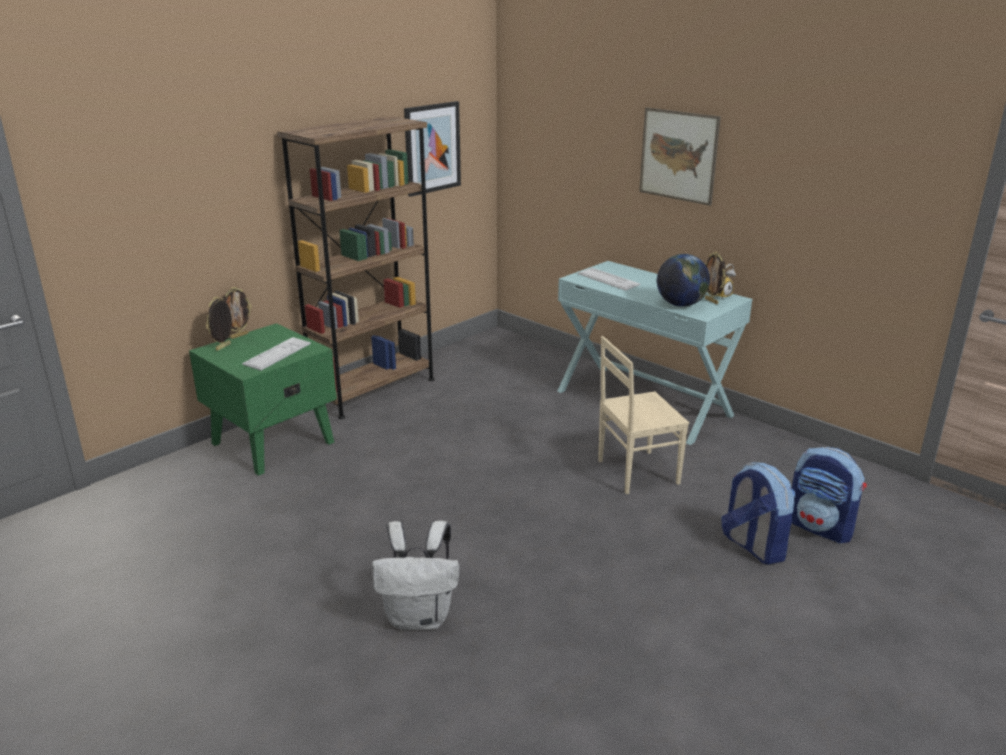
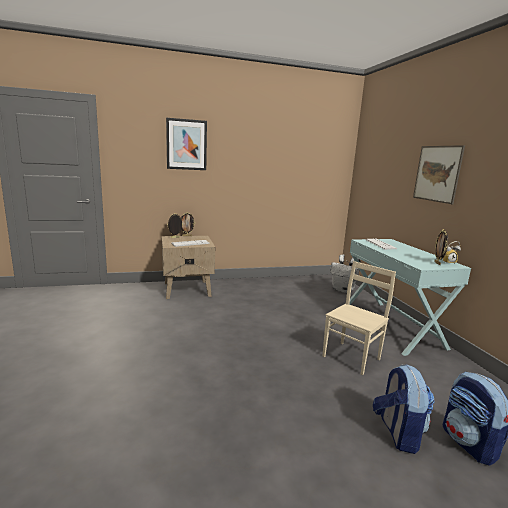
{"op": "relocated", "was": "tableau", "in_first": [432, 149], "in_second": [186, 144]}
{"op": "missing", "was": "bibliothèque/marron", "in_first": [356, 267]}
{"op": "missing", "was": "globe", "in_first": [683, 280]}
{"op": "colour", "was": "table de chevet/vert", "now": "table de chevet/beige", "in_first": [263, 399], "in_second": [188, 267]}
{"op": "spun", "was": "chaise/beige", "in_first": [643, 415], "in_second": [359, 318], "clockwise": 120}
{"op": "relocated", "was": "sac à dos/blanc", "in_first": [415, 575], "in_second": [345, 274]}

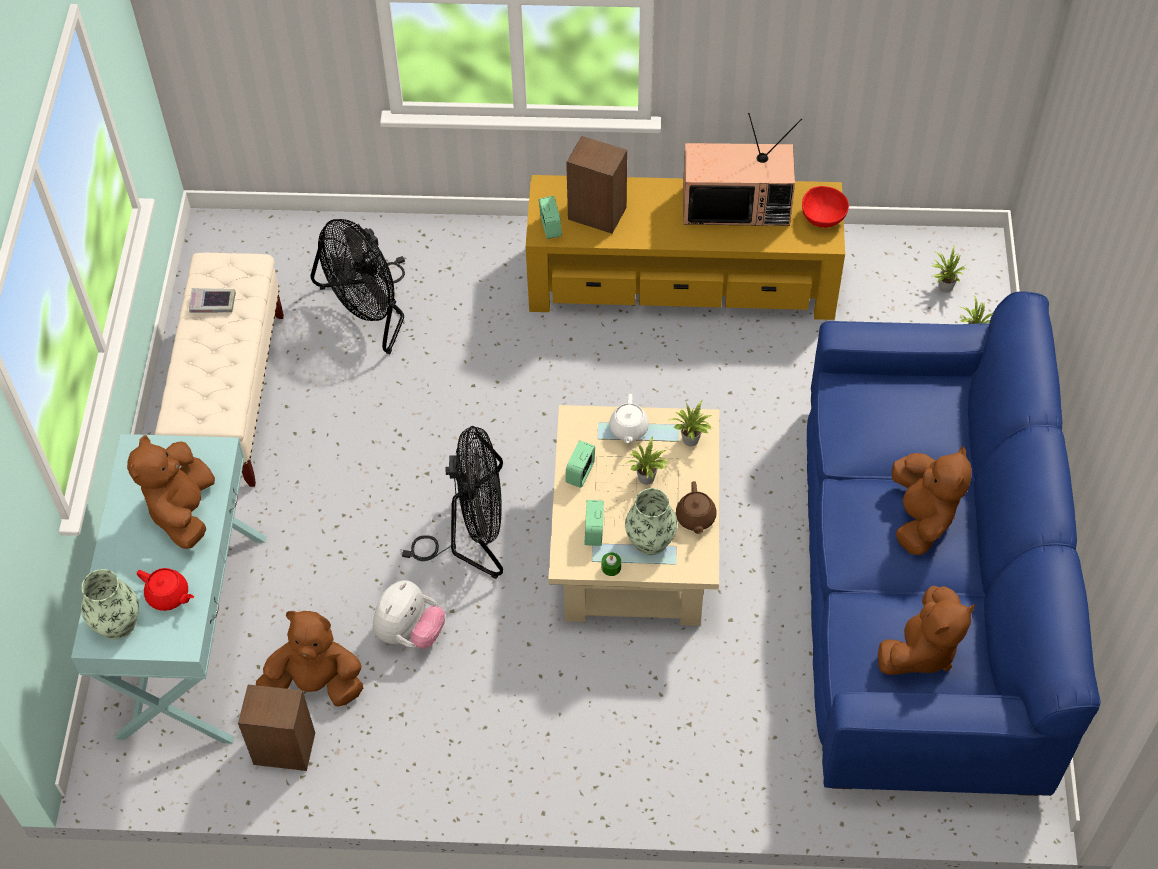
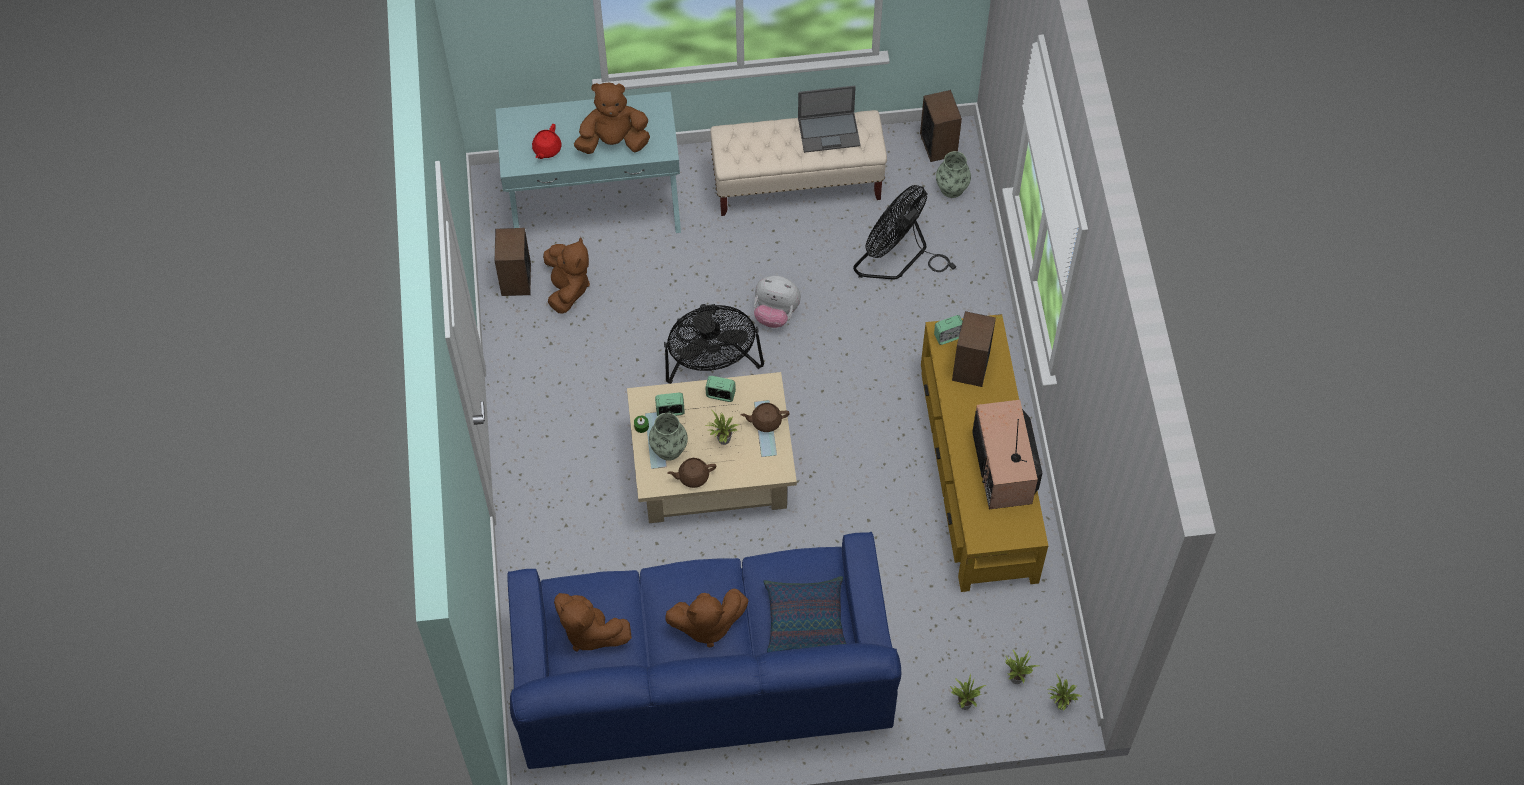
{"op": "missing", "was": "bol/rouge", "in_first": [825, 207]}
{"op": "exchanged", "was": "livre", "now": "ordinateur portable", "in_first": [212, 300], "in_second": [829, 119]}
{"op": "colour", "was": "théière/blanc", "now": "théière/marron", "in_first": [629, 419], "in_second": [765, 417]}
{"op": "relocated", "was": "plante en pot", "in_first": [691, 423], "in_second": [1064, 691]}
{"op": "relocated", "was": "vase", "in_first": [110, 604], "in_second": [953, 174]}
{"op": "relocated", "was": "peluche", "in_first": [409, 614], "in_second": [777, 301]}
{"op": "appeared", "now": "enceinte", "in_second": [941, 126]}
{"op": "appeared", "now": "coussin/bleu", "in_second": [804, 614]}

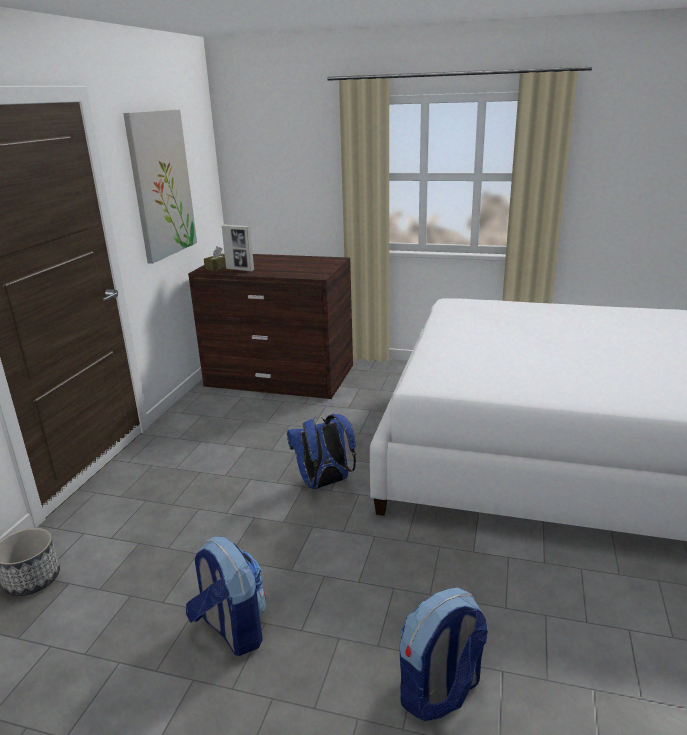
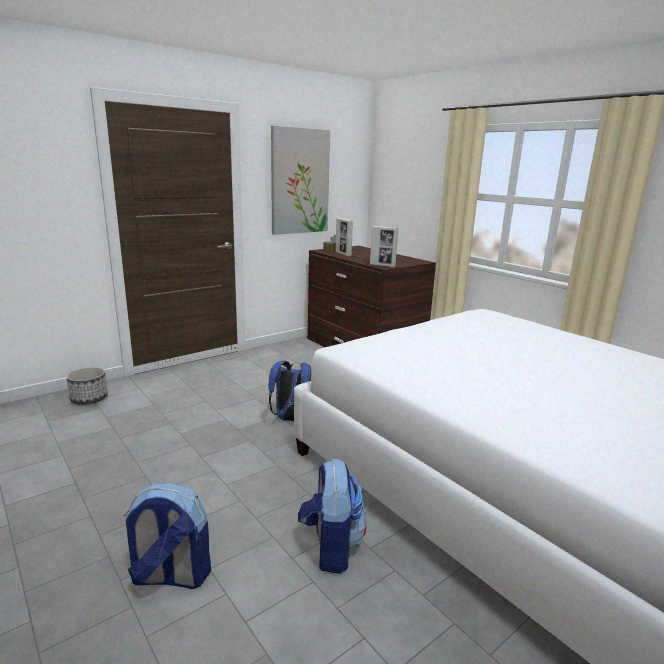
{"op": "relocated", "was": "sac à dos", "in_first": [226, 596], "in_second": [332, 516]}
{"op": "appeared", "now": "cadre photo", "in_second": [384, 246]}

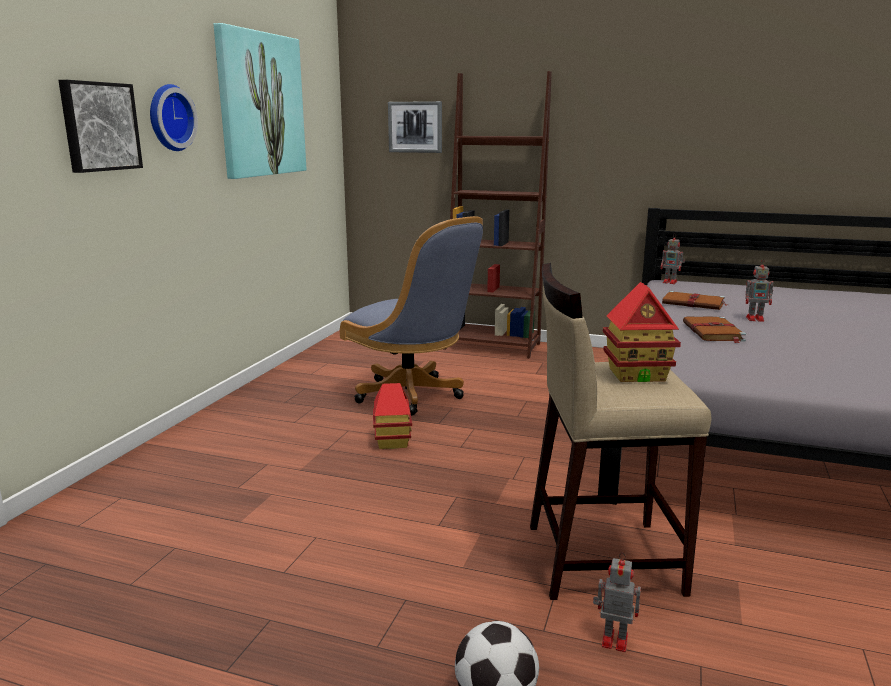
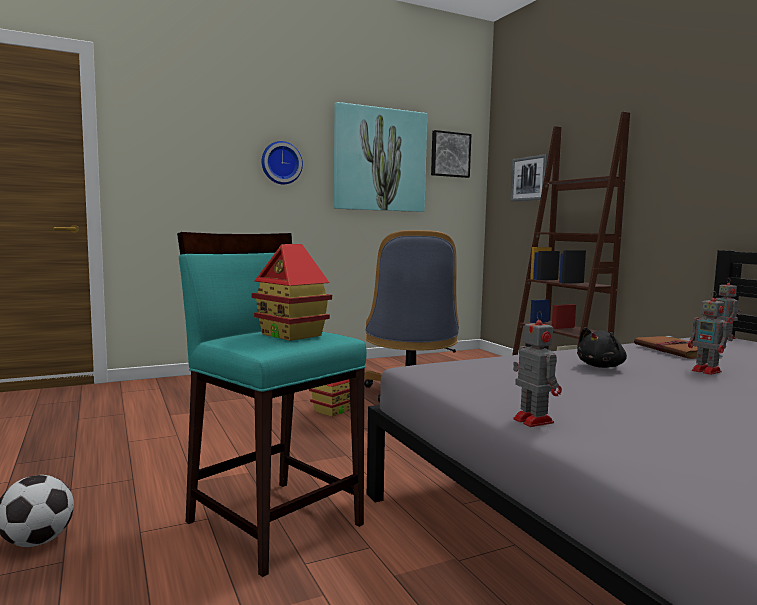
{"op": "relocated", "was": "tableau", "in_first": [100, 126], "in_second": [451, 154]}
{"op": "colour", "was": "tabouret/beige", "now": "tabouret/turquoise", "in_first": [620, 431], "in_second": [272, 404]}
{"op": "exchanged", "was": "livre/marron", "now": "peluche/noir", "in_first": [714, 329], "in_second": [602, 347]}
{"op": "relocated", "was": "robot jouet", "in_first": [617, 602], "in_second": [537, 369]}

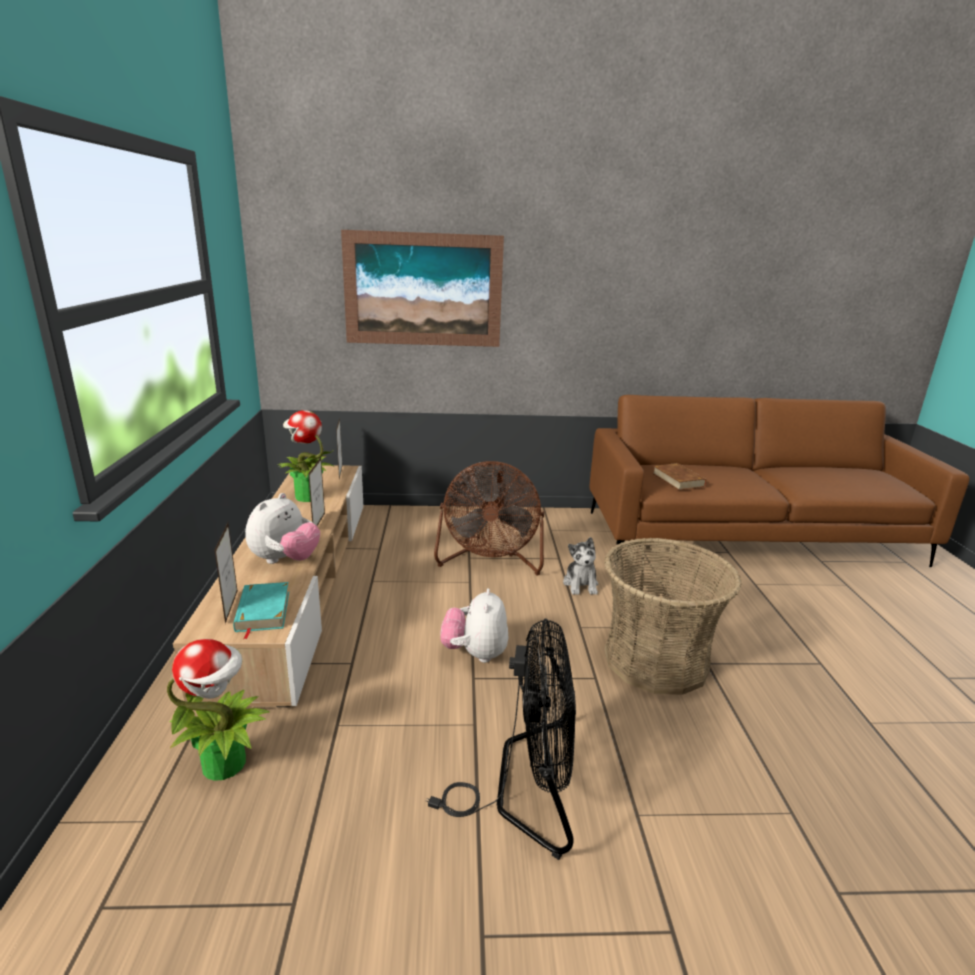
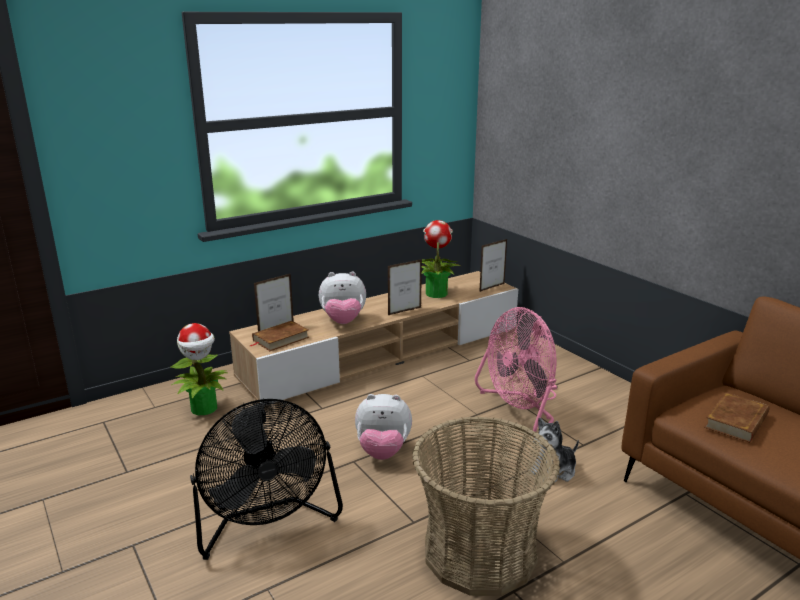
{"op": "missing", "was": "tableau", "in_first": [422, 288]}
{"op": "colour", "was": "ventilateur/marron", "now": "ventilateur/rose", "in_first": [489, 518], "in_second": [516, 369]}
{"op": "colour", "was": "livre/turquoise", "now": "livre/marron", "in_first": [261, 610], "in_second": [279, 336]}
{"op": "spun", "was": "peluche", "in_first": [474, 625], "in_second": [383, 427], "clockwise": -150}

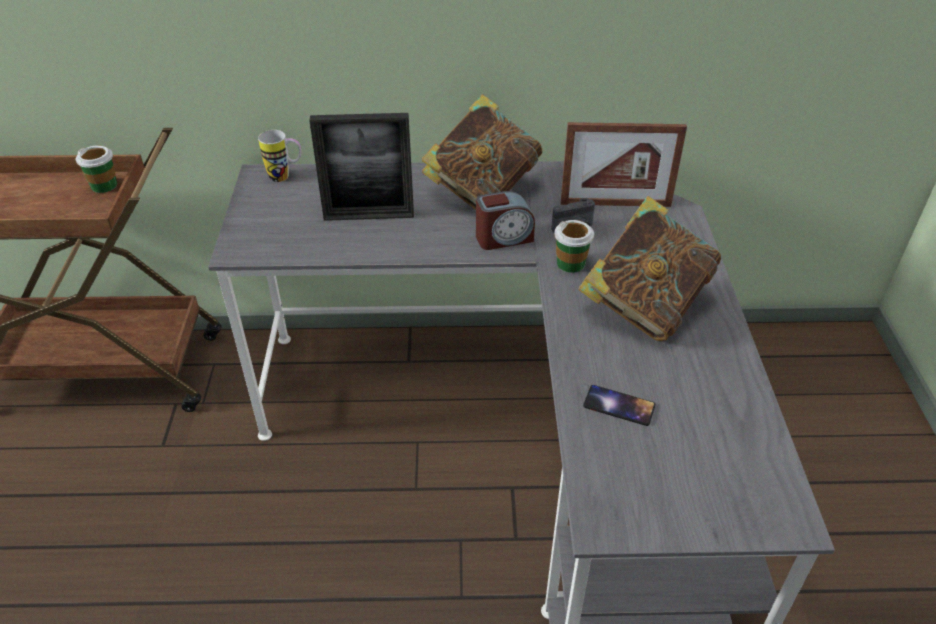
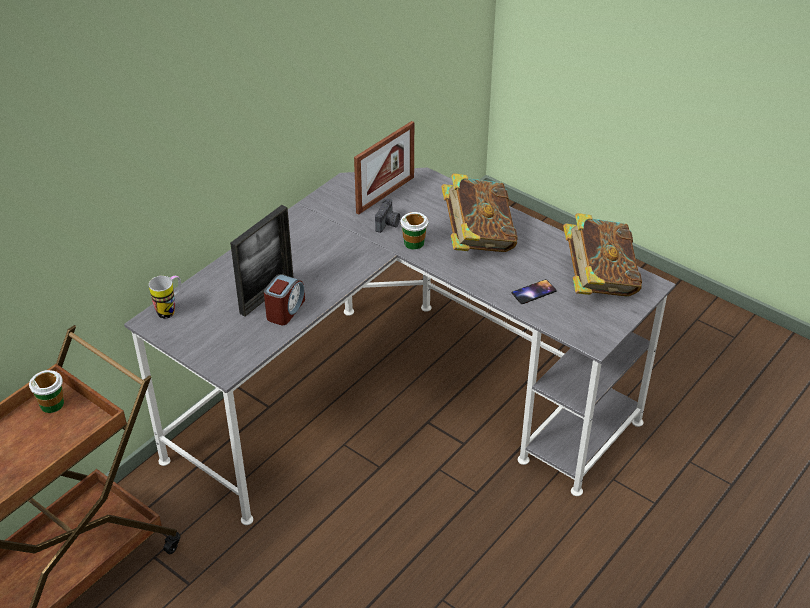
{"op": "relocated", "was": "livre", "in_first": [482, 152], "in_second": [602, 254]}
{"op": "relocated", "was": "réveil", "in_first": [505, 220], "in_second": [284, 299]}

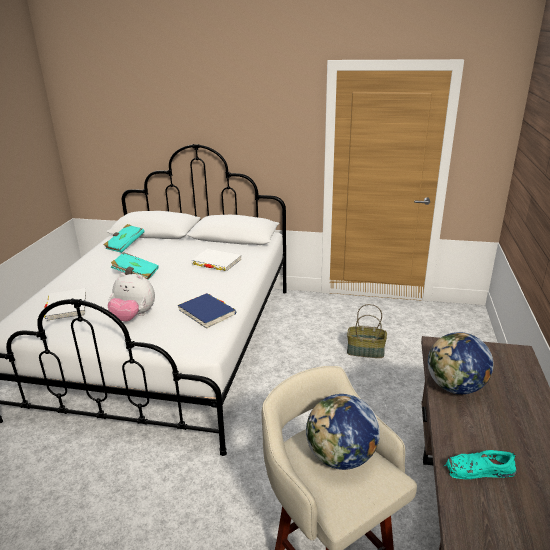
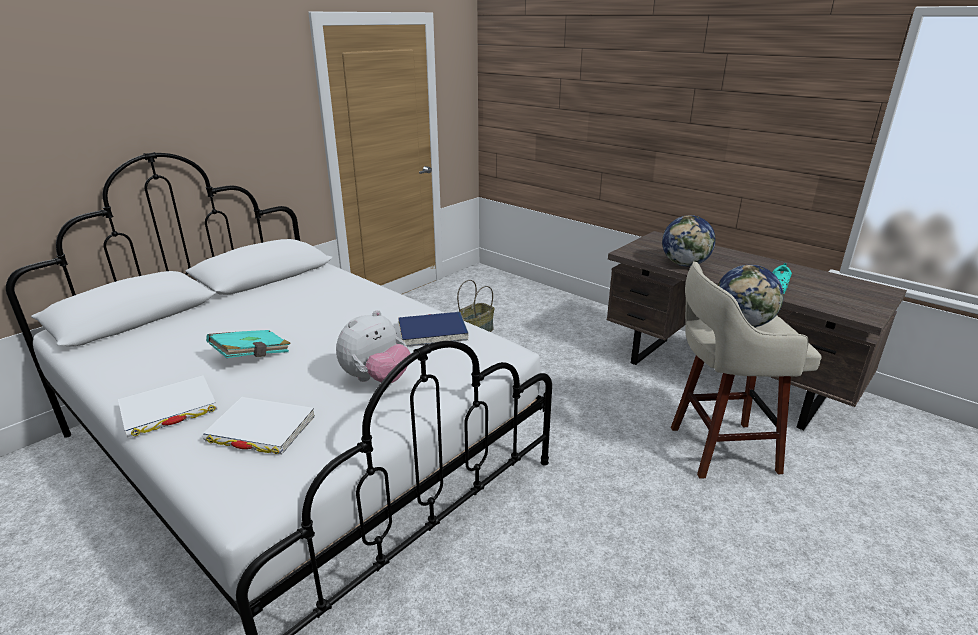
{"op": "missing", "was": "livre/turquoise", "in_first": [124, 238]}
{"op": "relocated", "was": "livre/blanc", "in_first": [216, 260], "in_second": [168, 406]}

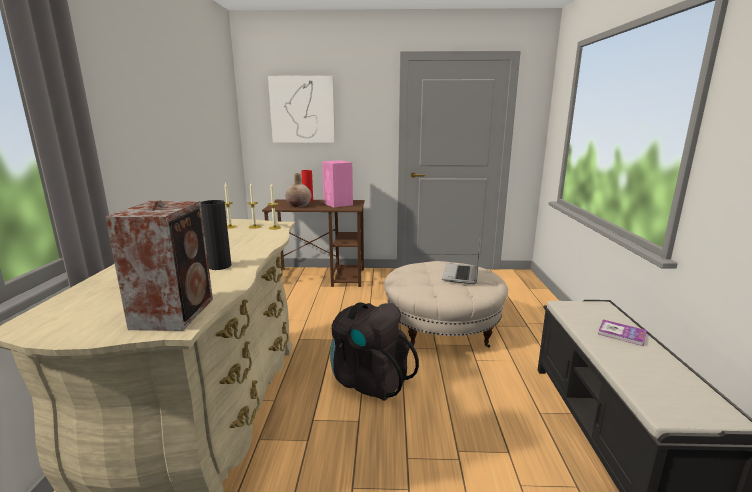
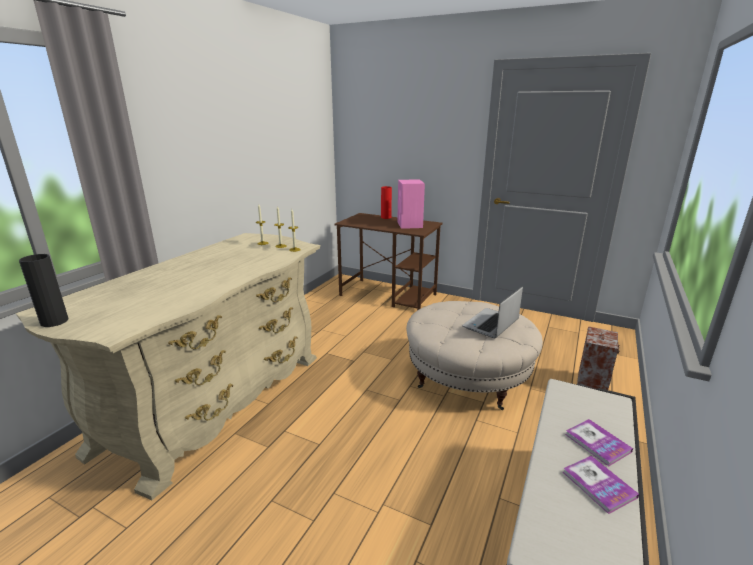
{"op": "missing", "was": "tableau", "in_first": [301, 109]}
{"op": "missing", "was": "vase/beige", "in_first": [298, 190]}
{"op": "relocated", "was": "enceinte", "in_first": [159, 265], "in_second": [598, 358]}
{"op": "relocated", "was": "vase/noir", "in_first": [216, 235], "in_second": [43, 290]}
{"op": "missing", "was": "sac à dos/noir", "in_first": [374, 351]}
{"op": "appeared", "now": "livre", "in_second": [601, 485]}

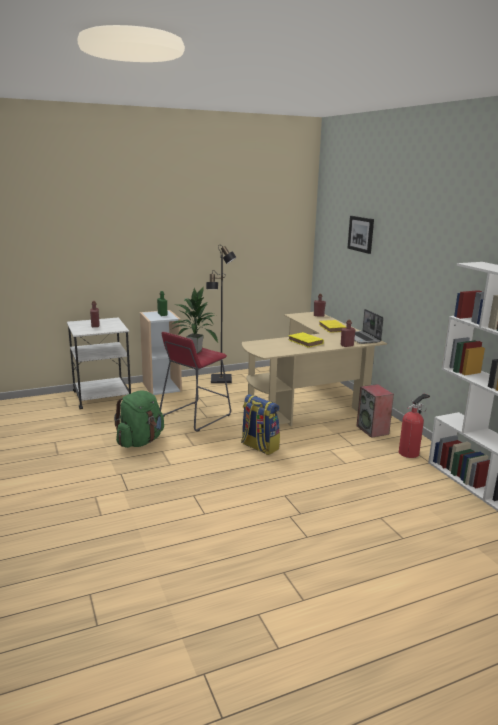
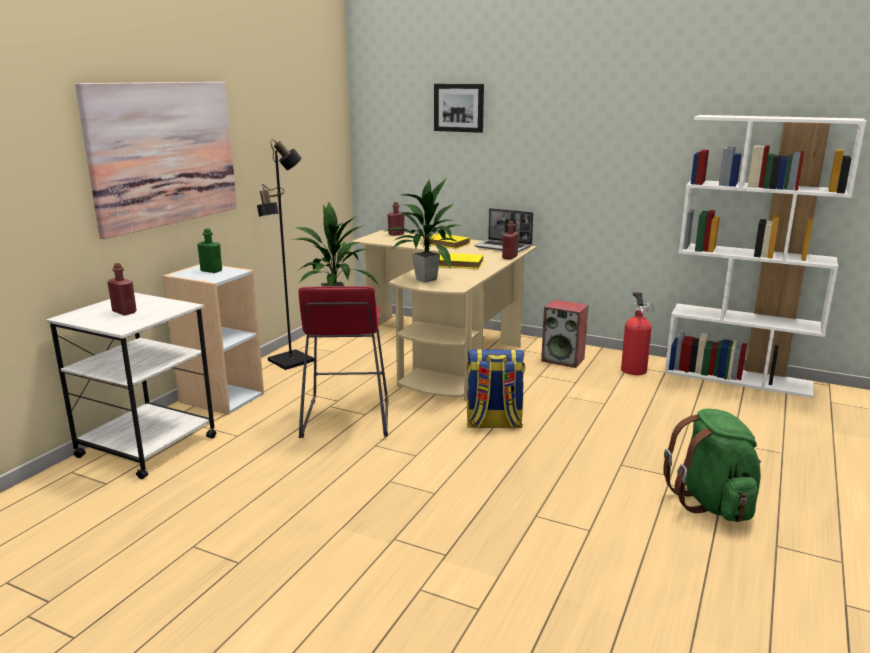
{"op": "relocated", "was": "sac à dos/vert", "in_first": [139, 419], "in_second": [712, 465]}
{"op": "appeared", "now": "tableau", "in_second": [156, 160]}
{"op": "appeared", "now": "plante en pot", "in_second": [422, 230]}

